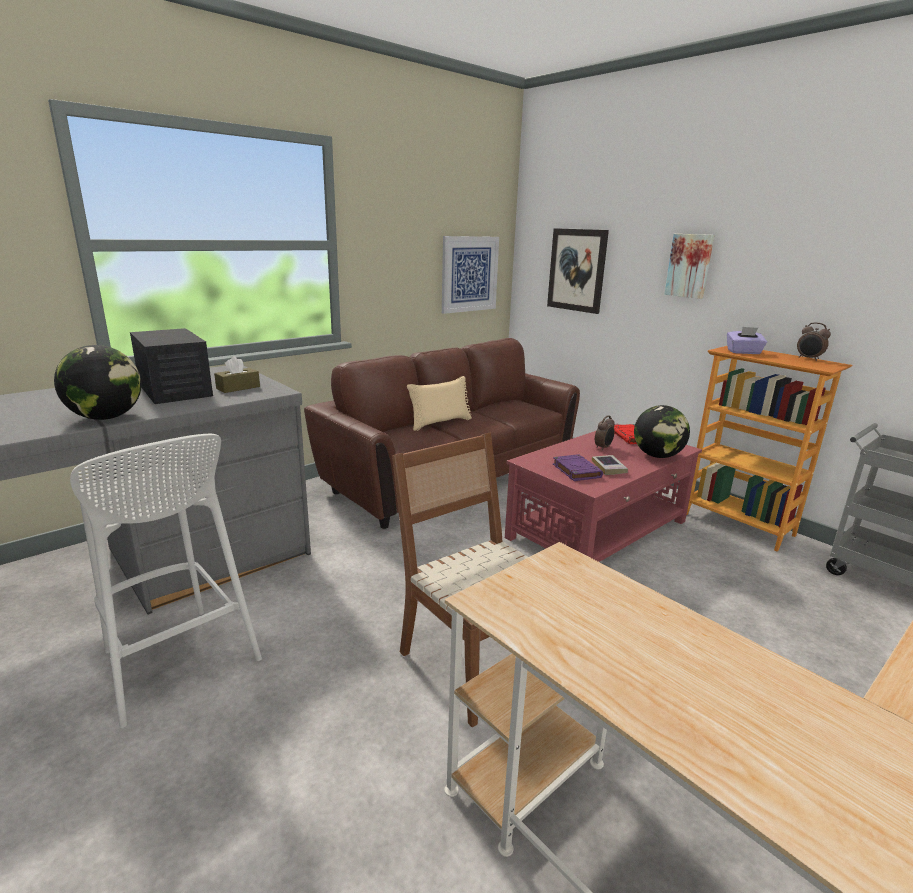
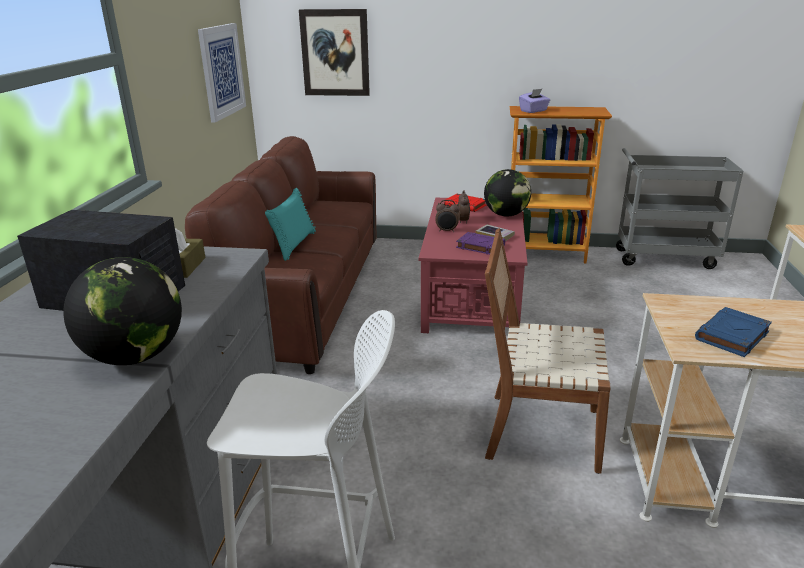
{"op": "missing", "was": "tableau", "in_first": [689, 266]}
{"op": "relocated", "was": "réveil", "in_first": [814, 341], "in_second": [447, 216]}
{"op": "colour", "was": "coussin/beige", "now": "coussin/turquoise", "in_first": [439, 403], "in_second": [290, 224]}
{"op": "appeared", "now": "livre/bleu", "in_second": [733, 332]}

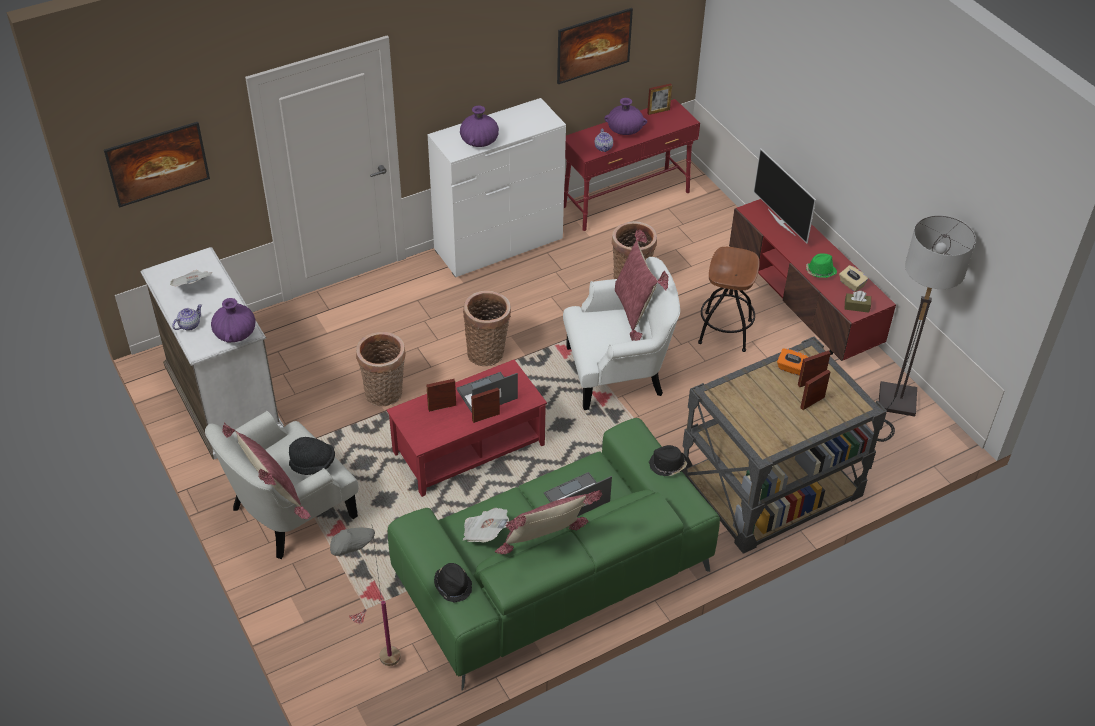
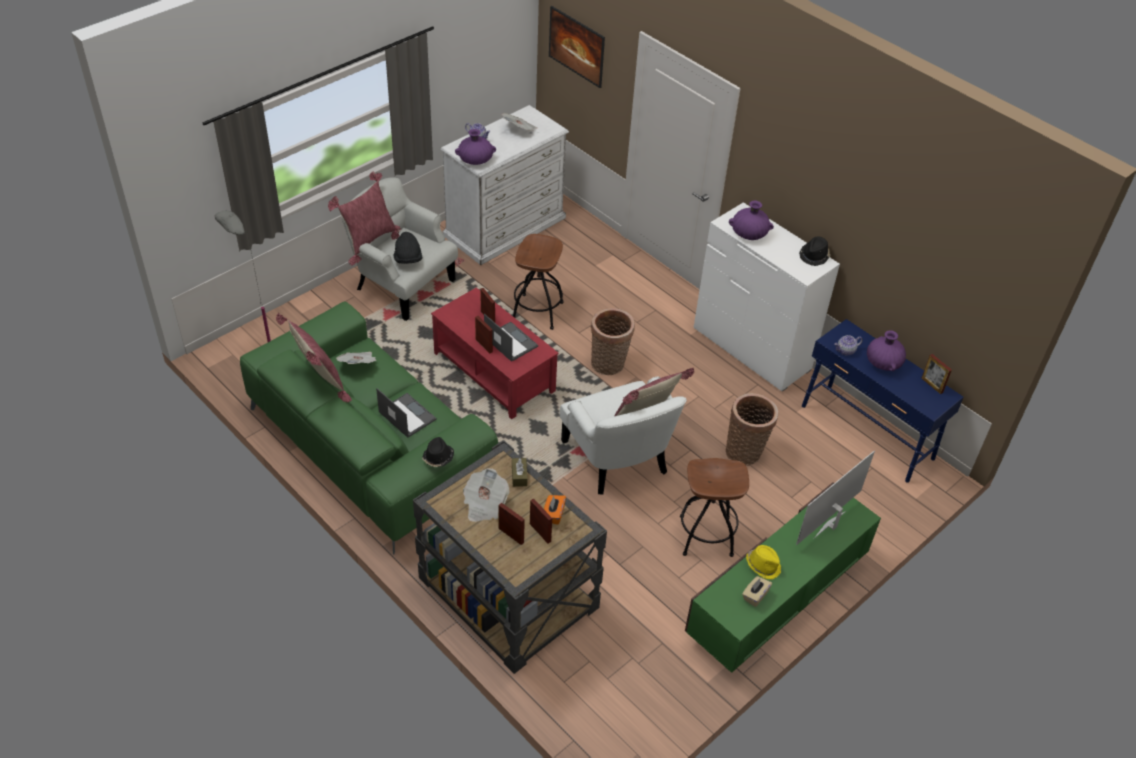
{"op": "missing", "was": "tableau", "in_first": [595, 46]}
{"op": "colour", "was": "table console/rouge", "now": "table console/bleu", "in_first": [632, 165], "in_second": [883, 401]}
{"op": "colour", "was": "meuble télé/rouge", "now": "meuble télé/vert", "in_first": [812, 280], "in_second": [783, 577]}
{"op": "missing", "was": "lampadaire", "in_first": [920, 328]}
{"op": "colour", "was": "chapeau/vert", "now": "chapeau/jaune", "in_first": [821, 265], "in_second": [763, 562]}
{"op": "relocated", "was": "boîte à mouchoirs/marron", "in_first": [858, 302], "in_second": [519, 472]}
{"op": "exchanged", "was": "panier", "now": "tabouret/marron", "in_first": [381, 369], "in_second": [538, 282]}
{"op": "relocated", "was": "chapeau/noir", "in_first": [453, 583], "in_second": [815, 251]}
{"op": "appeared", "now": "journal", "in_second": [486, 495]}

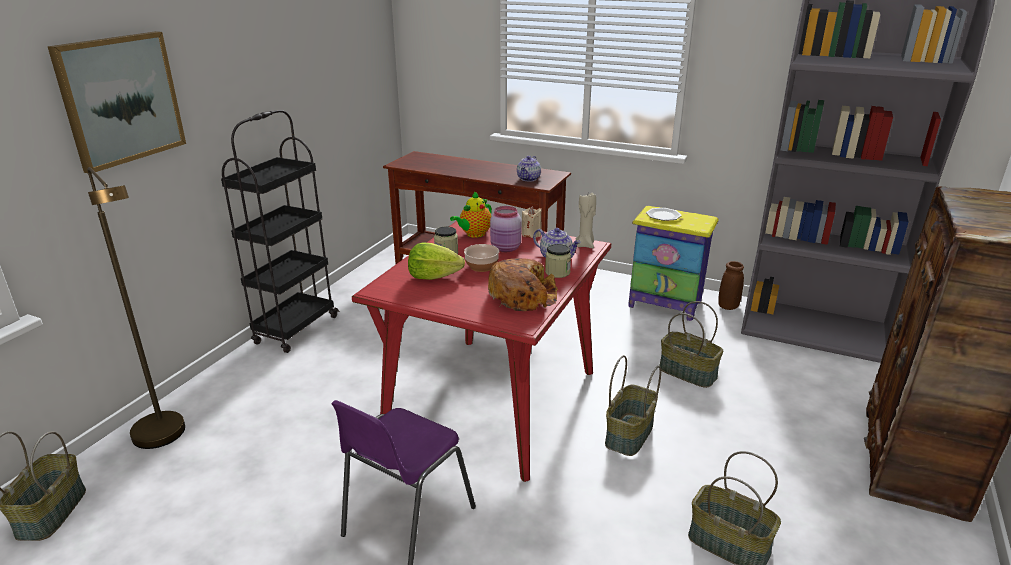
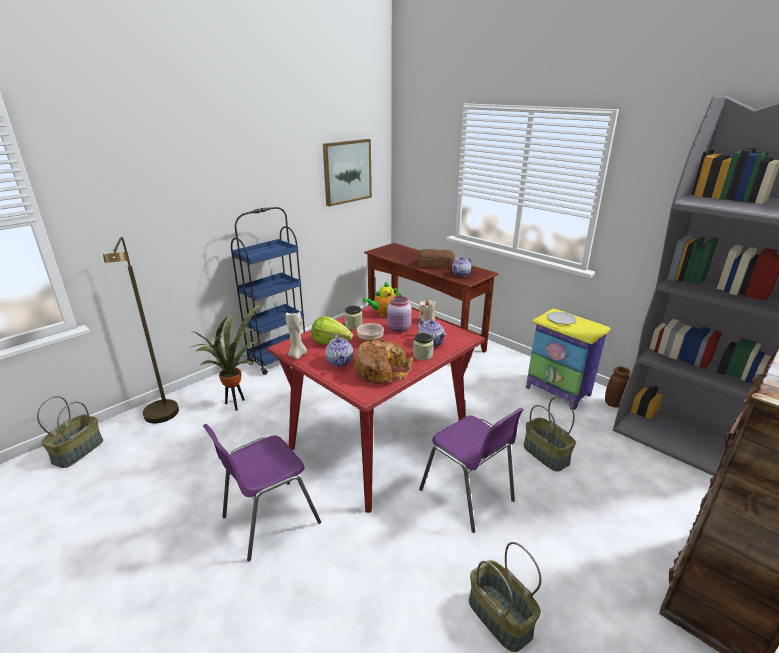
{"op": "relocated", "was": "tableau", "in_first": [116, 102], "in_second": [347, 173]}
{"op": "colour", "was": "chariot/noir", "now": "chariot/bleu", "in_first": [280, 231], "in_second": [268, 291]}
{"op": "relocated", "was": "bougie/beige", "in_first": [586, 220], "in_second": [296, 335]}
{"op": "exchanged", "was": "panier", "now": "chaise/violet", "in_first": [633, 405], "in_second": [471, 470]}
{"op": "appeared", "now": "pain", "in_second": [436, 259]}
{"op": "appeared", "now": "plante en pot", "in_second": [226, 357]}
{"op": "appeared", "now": "théière", "in_second": [339, 350]}

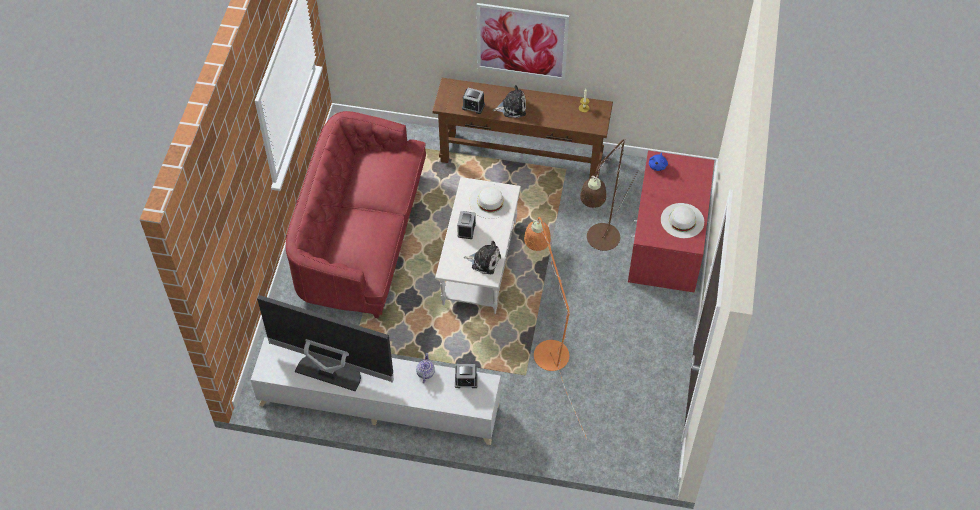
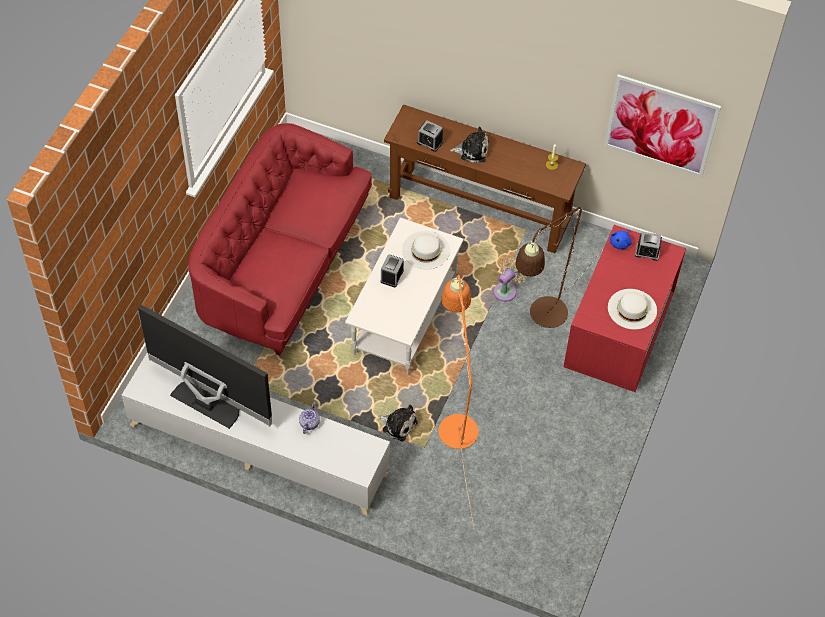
{"op": "relocated", "was": "tableau", "in_first": [522, 41], "in_second": [662, 125]}
{"op": "relocated", "was": "peluche", "in_first": [482, 257], "in_second": [398, 423]}
{"op": "relocated", "was": "réveil", "in_first": [466, 376], "in_second": [648, 246]}
{"op": "appeared", "now": "ventilateur/beige", "in_second": [510, 279]}

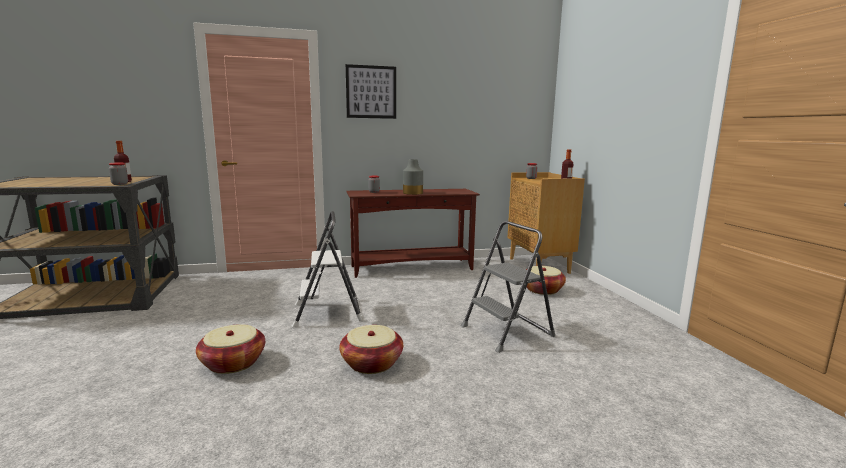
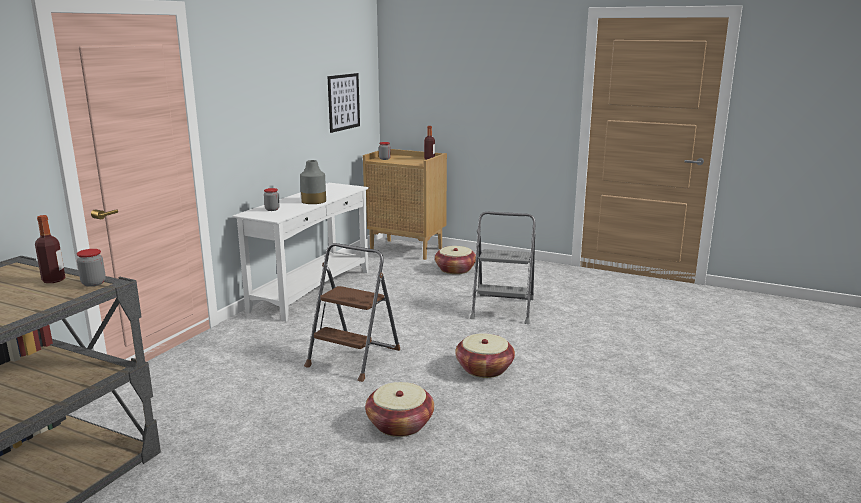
{"op": "relocated", "was": "tableau", "in_first": [370, 91], "in_second": [343, 103]}
{"op": "colour", "was": "table console/marron", "now": "table console/blanc", "in_first": [413, 233], "in_second": [300, 252]}
{"op": "colour", "was": "escabeau/blanc", "now": "escabeau/marron", "in_first": [327, 269], "in_second": [352, 312]}

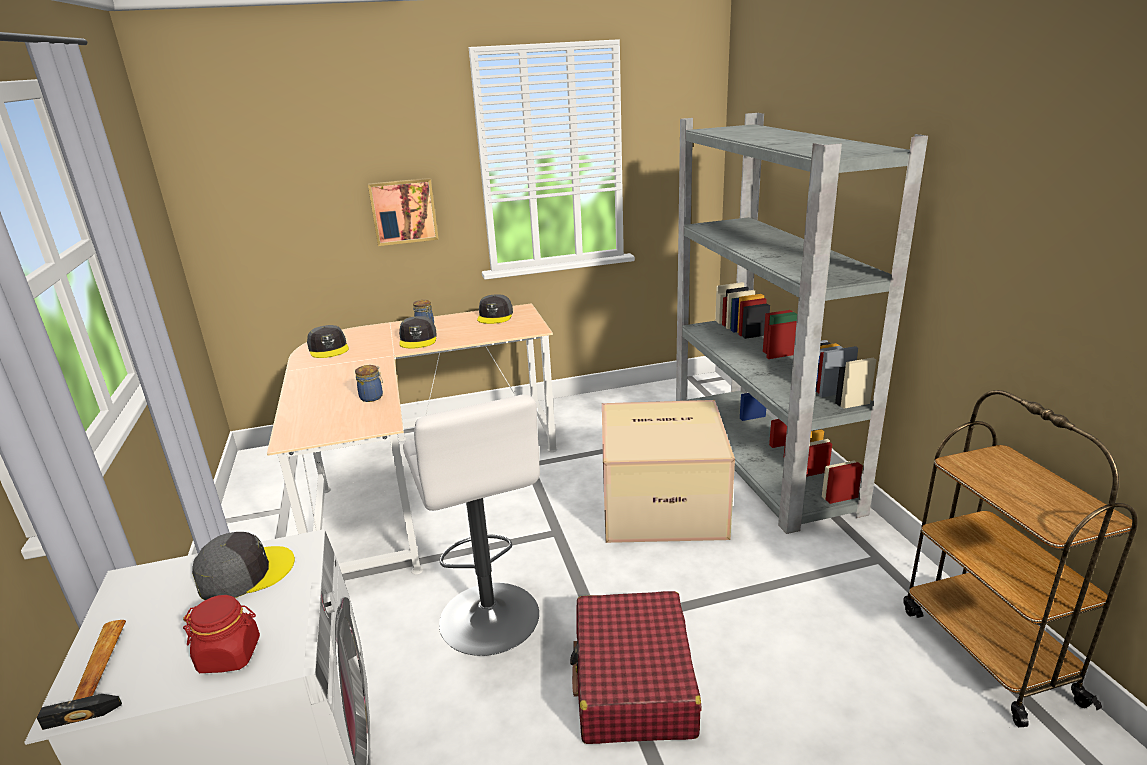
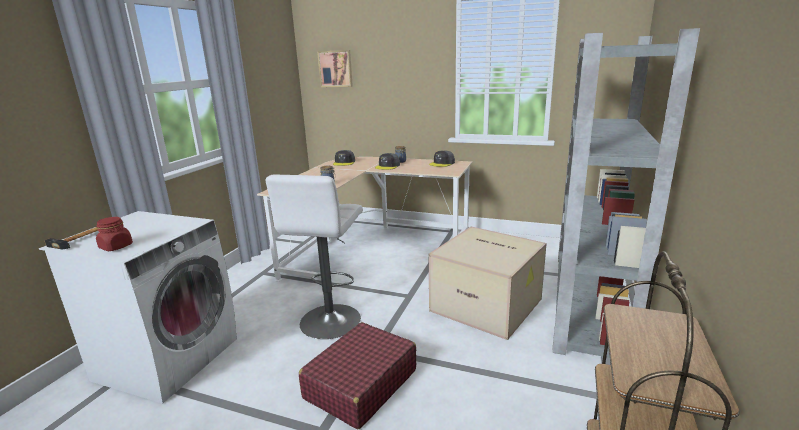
{"op": "relocated", "was": "tableau", "in_first": [403, 212], "in_second": [335, 68]}
{"op": "missing", "was": "casquette/gris", "in_first": [243, 566]}

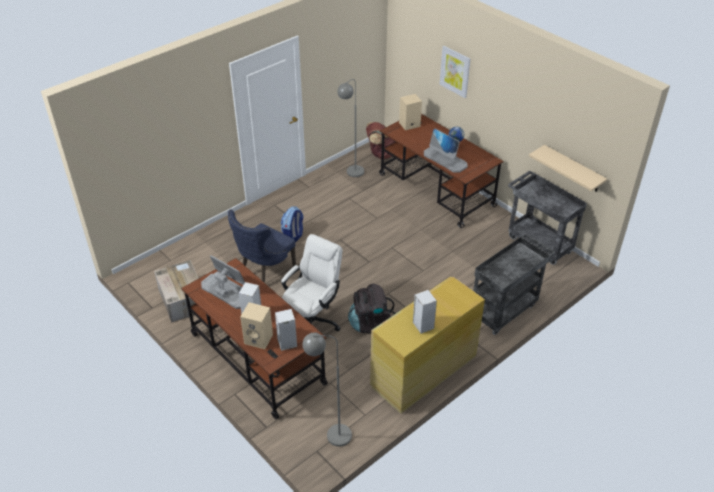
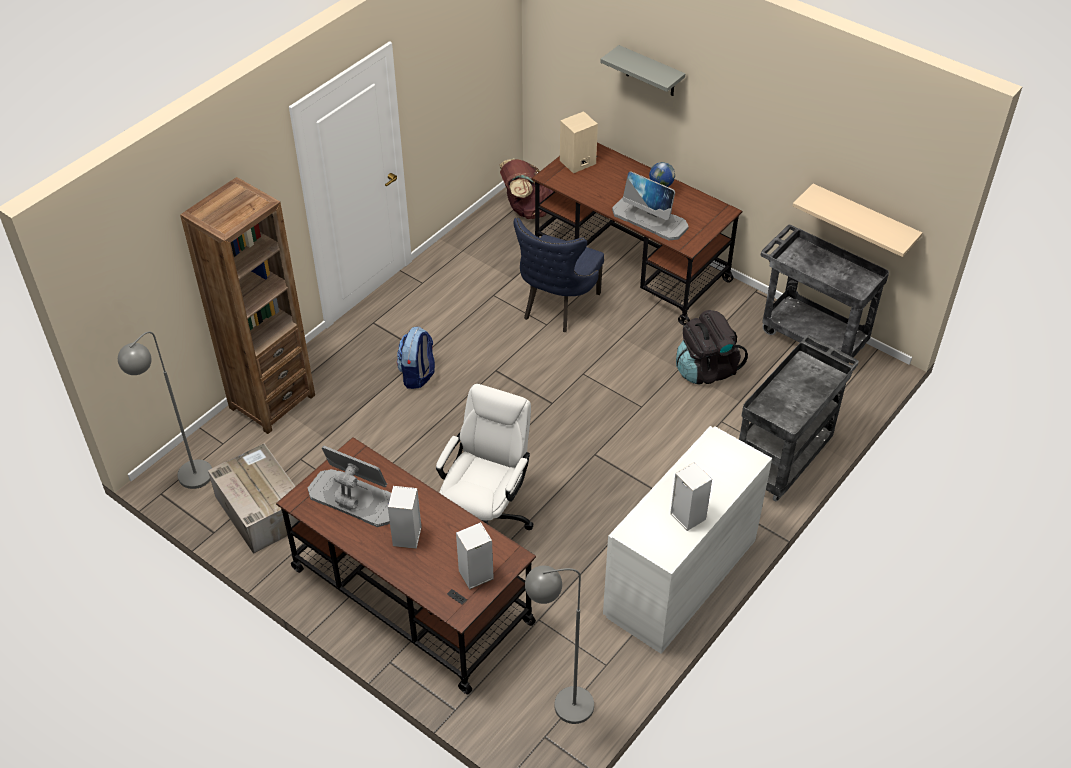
{"op": "exchanged", "was": "tableau", "now": "étagère/gris", "in_first": [455, 72], "in_second": [642, 70]}
{"op": "relocated", "was": "lampadaire/gris", "in_first": [351, 128], "in_second": [165, 410]}
{"op": "relocated", "was": "chaise/bleu", "in_first": [262, 246], "in_second": [559, 275]}
{"op": "colour", "was": "meuble de rangement/jaune", "now": "meuble de rangement/blanc", "in_first": [427, 344], "in_second": [687, 540]}
{"op": "relocated", "was": "sac à dos/noir", "in_first": [372, 309], "in_second": [712, 347]}
{"op": "missing", "was": "enceinte/beige", "in_first": [256, 325]}
{"op": "appeared", "now": "bibliothèque/marron", "in_second": [247, 305]}

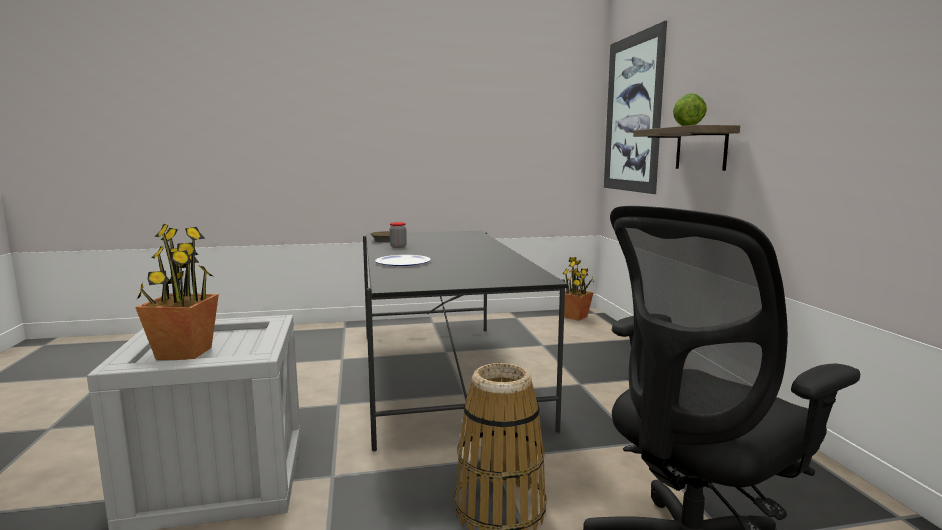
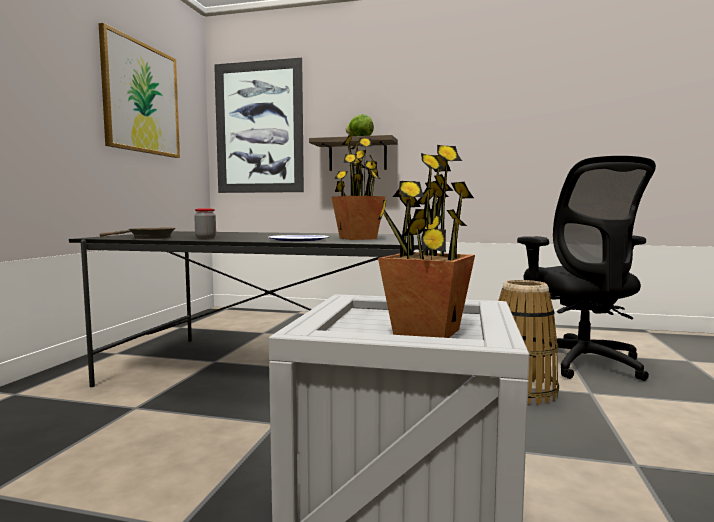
{"op": "relocated", "was": "plante en pot", "in_first": [576, 289], "in_second": [359, 187]}
{"op": "appeared", "now": "tableau", "in_second": [139, 90]}

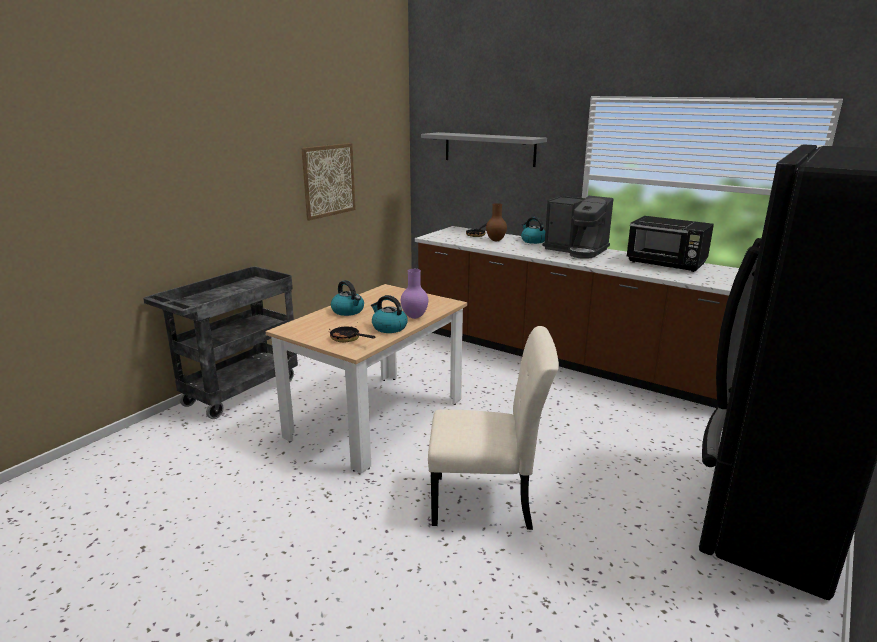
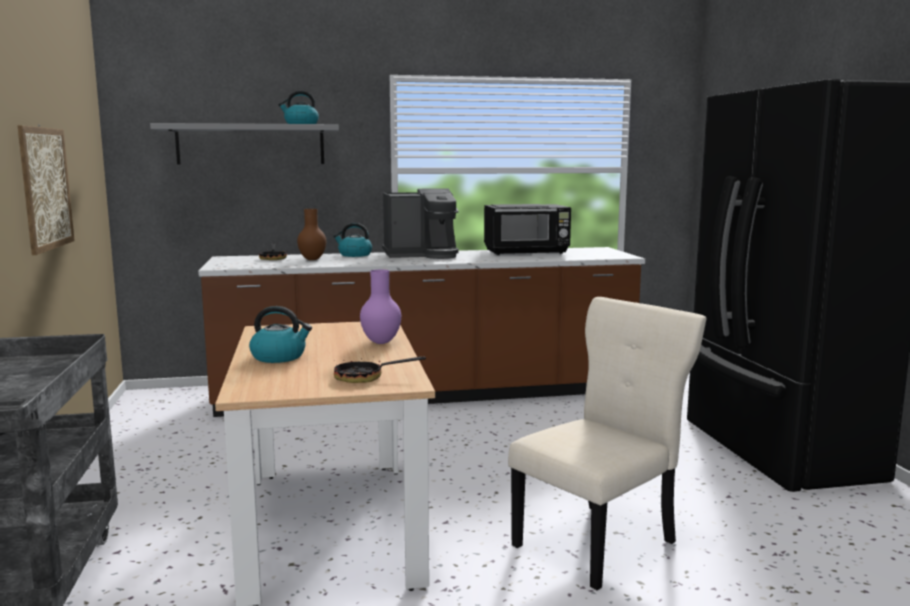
{"op": "relocated", "was": "bouilloire", "in_first": [389, 314], "in_second": [299, 107]}

